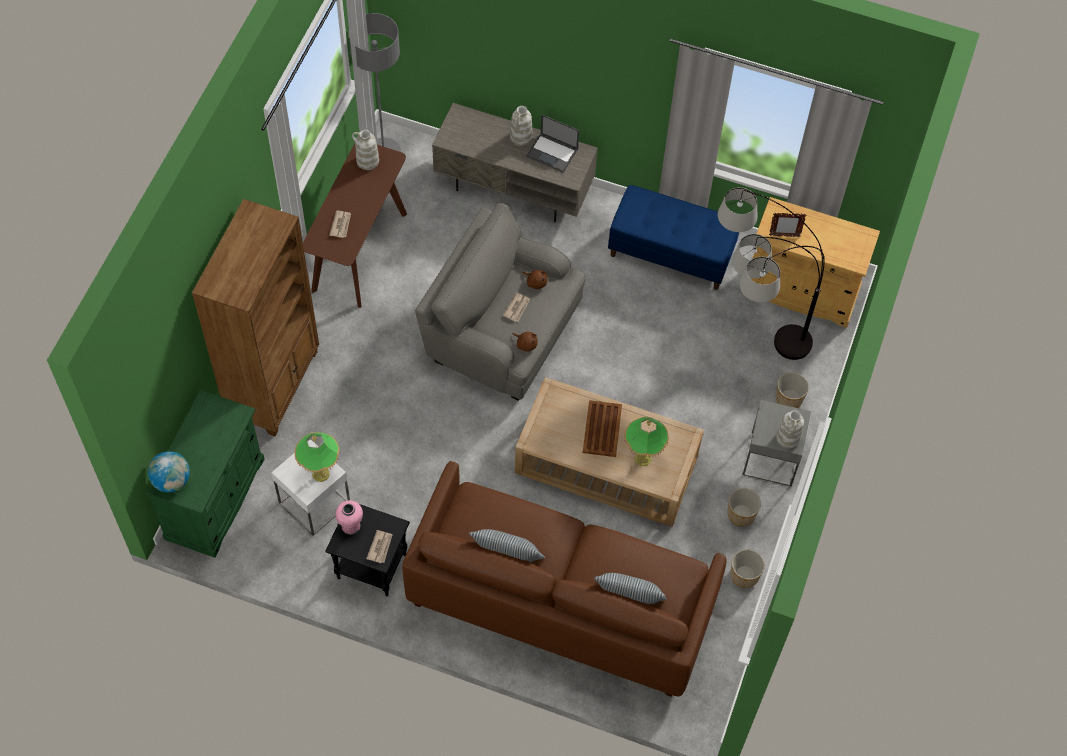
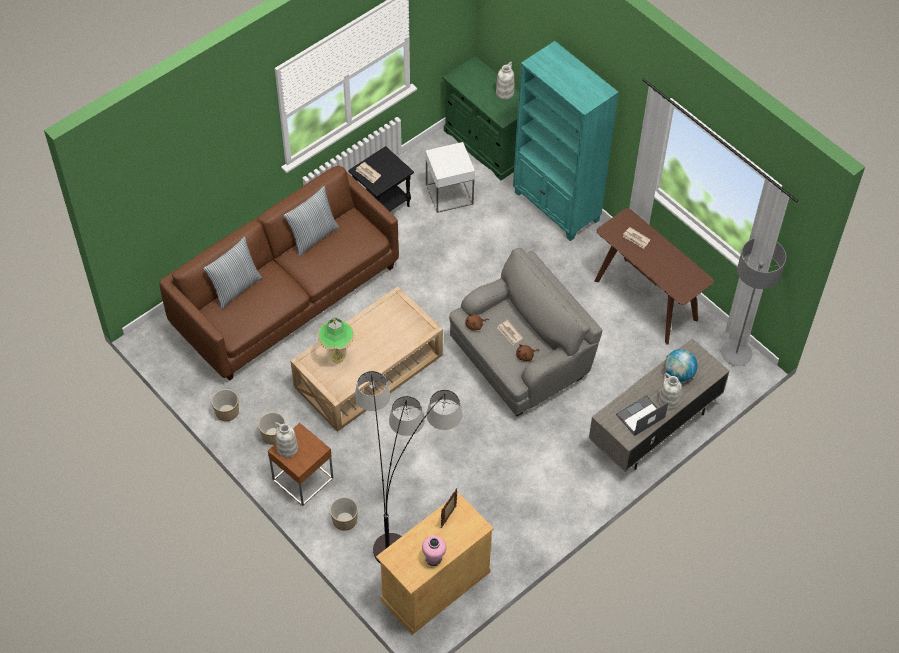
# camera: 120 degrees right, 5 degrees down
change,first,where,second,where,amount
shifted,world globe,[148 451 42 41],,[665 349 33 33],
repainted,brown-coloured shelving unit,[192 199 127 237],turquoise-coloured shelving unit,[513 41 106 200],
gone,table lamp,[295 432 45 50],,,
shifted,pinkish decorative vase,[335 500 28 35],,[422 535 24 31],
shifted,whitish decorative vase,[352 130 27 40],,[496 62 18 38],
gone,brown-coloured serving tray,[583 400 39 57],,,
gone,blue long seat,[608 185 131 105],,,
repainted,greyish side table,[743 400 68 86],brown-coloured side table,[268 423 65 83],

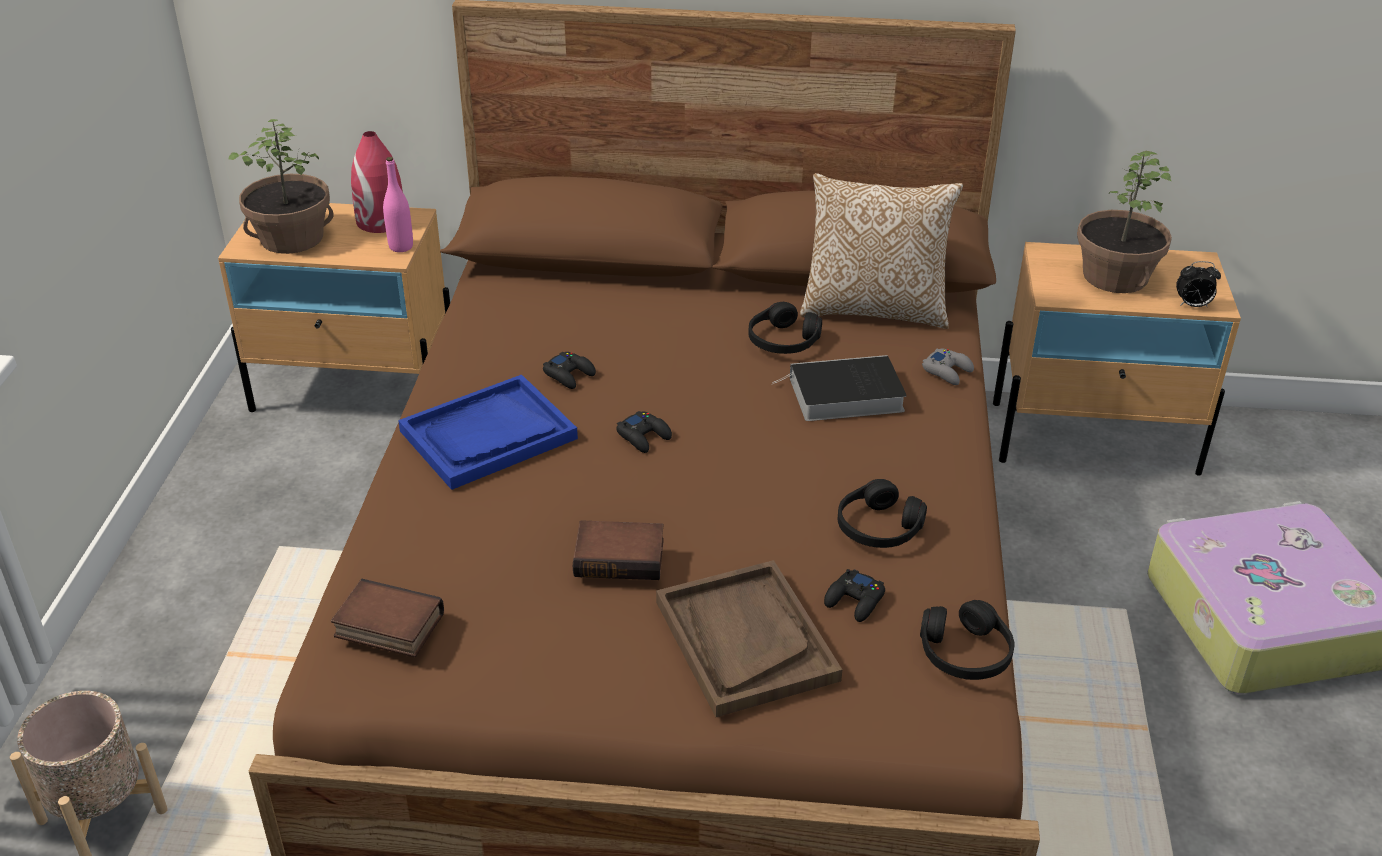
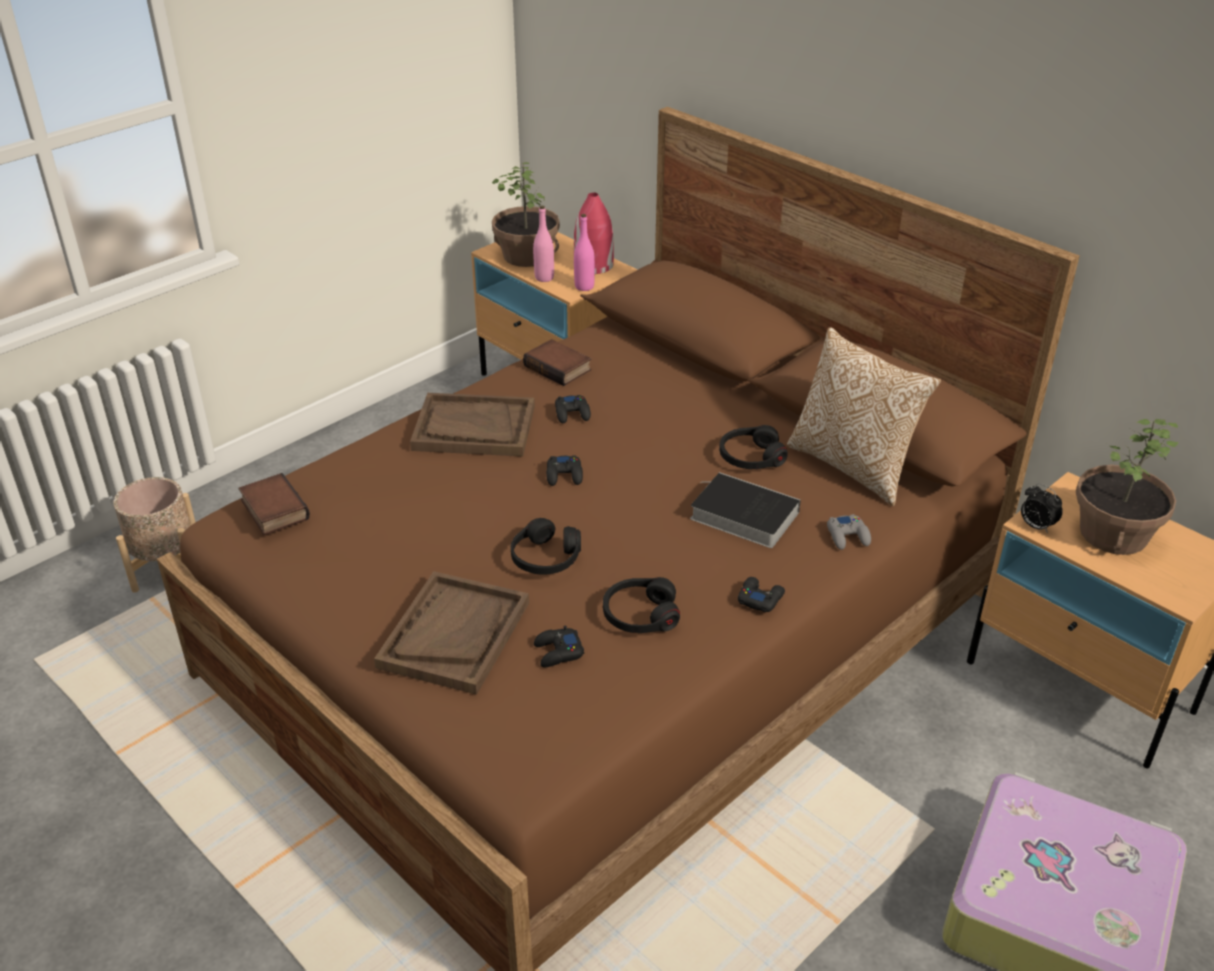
# camera: 40 degrees right, 0 degrees up
change,first,where,second,where,amount
repainted,blue serving tray,[398 375 180 115],brown-coloured serving tray,[410 393 125 63],
shifted,book,[573 520 91 60],,[523 339 68 47],
shifted,black-coloured headphones,[920 600 95 80],,[511 518 70 57],
shifted,bedside clock,[1176 261 45 46],,[1021 484 42 49],
new,,,pinkish beverage bottle,[533 206 21 76],
new,,,black-coloured gamepad,[738 577 47 35],

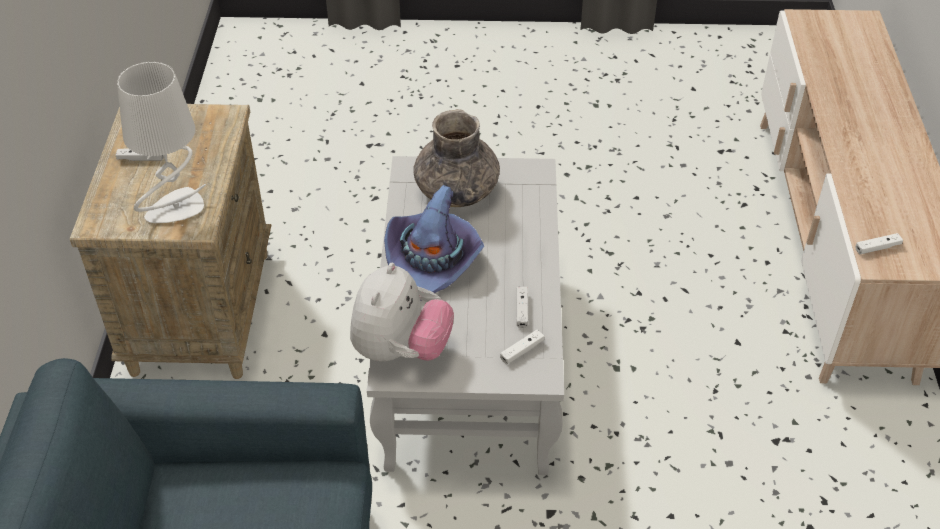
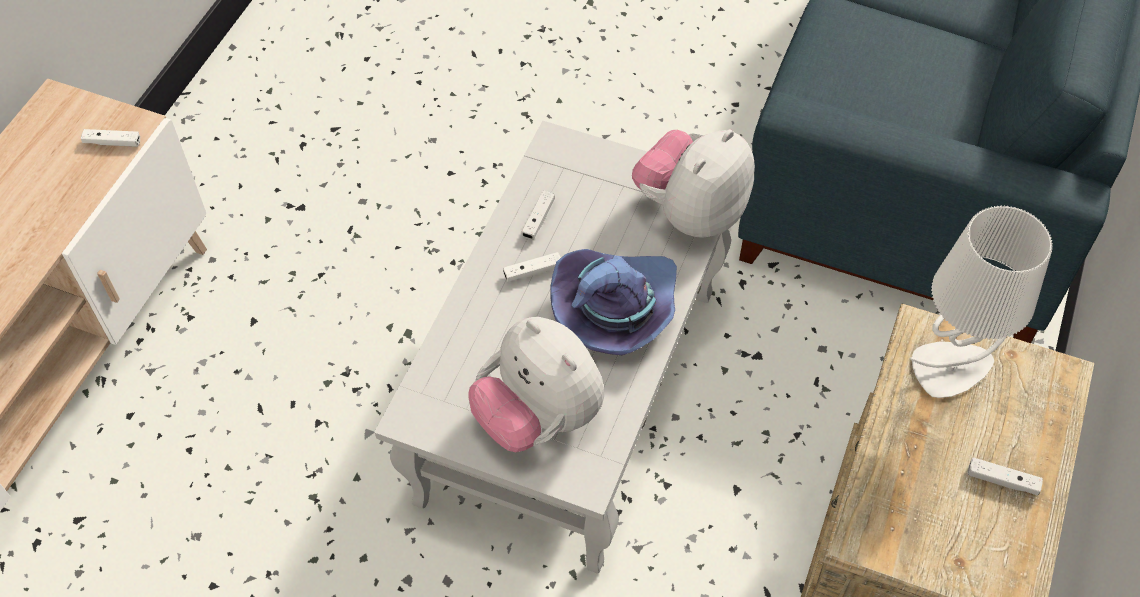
# camera: 160 degrees left, 10 degrees up
change,first,where,second,where,amount
swapped,greyish decorative vase,[413 109 87 98],plush toy,[468 317 136 135],
shifted,whitish gamepad,[500 330 44 34],,[503 252 58 30],

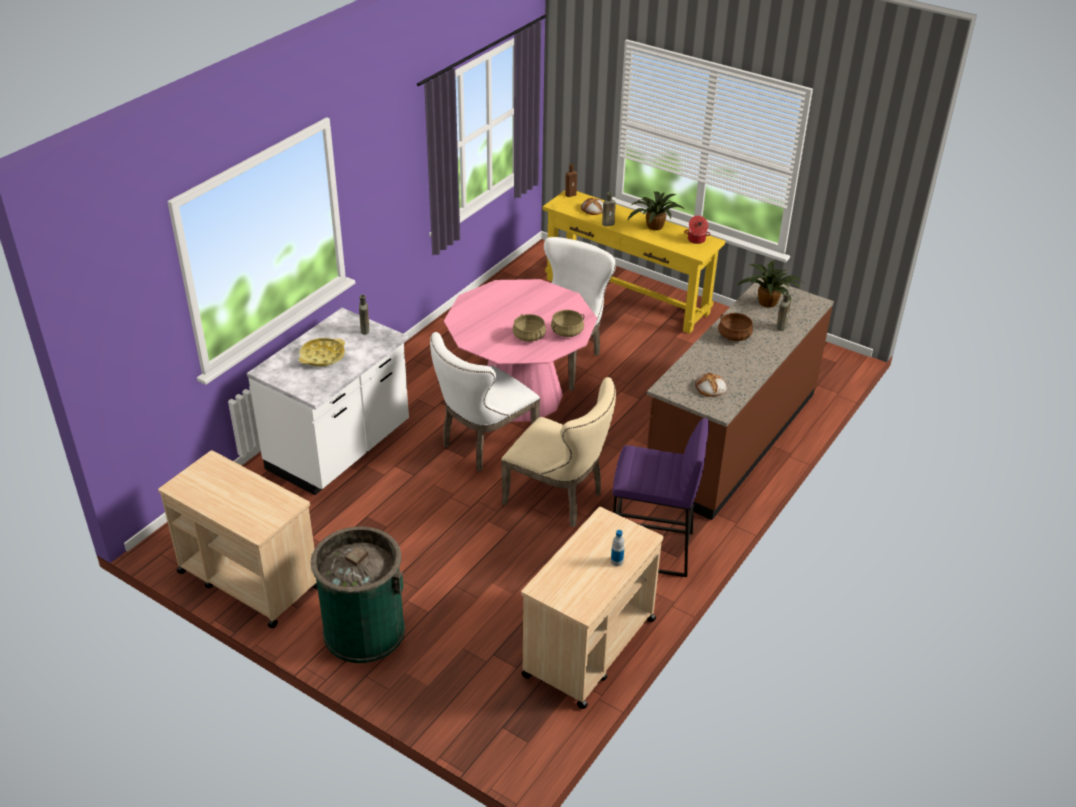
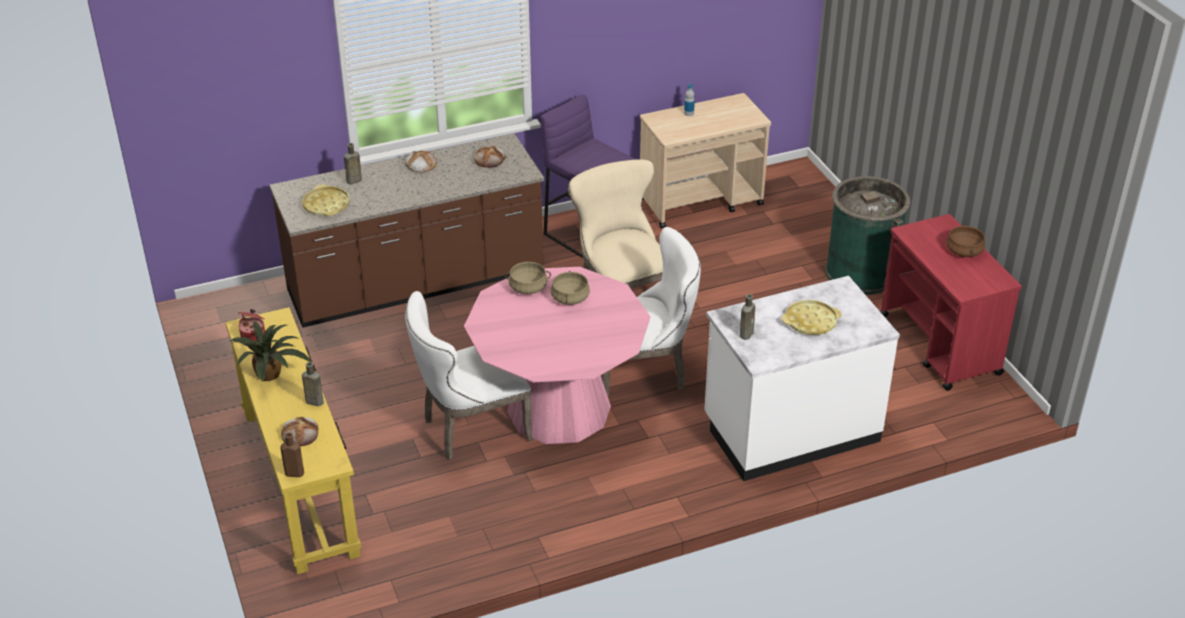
# camera: 145 degrees left, 0 degrees up
change,first,where,second,where,amount
repainted,beige-coloured trolley,[158 450 160 178],reddish trolley,[880 214 142 177],
shifted,brown-coloured saucepot,[718 313 35 28],,[946 225 39 32],
swapped,houseplant,[737 261 66 47],yellow-coloured serving tray,[302 184 48 32],
new,,,bakery bread,[405 151 32 22],

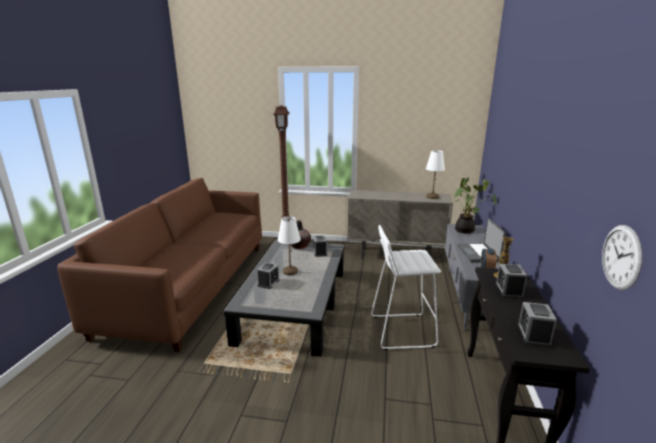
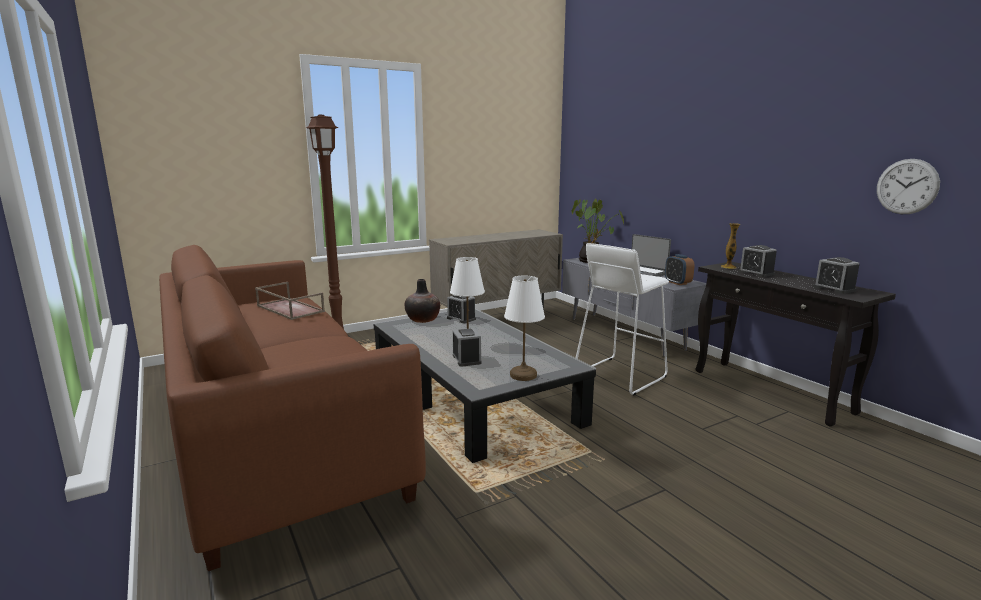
# camera: 40 degrees left, 5 degrees down
change,first,where,second,where,amount
shifted,whitish table lamp,[426 150 19 49],,[504 276 41 105],
new,,,brown-coloured serving tray,[255 282 70 38],

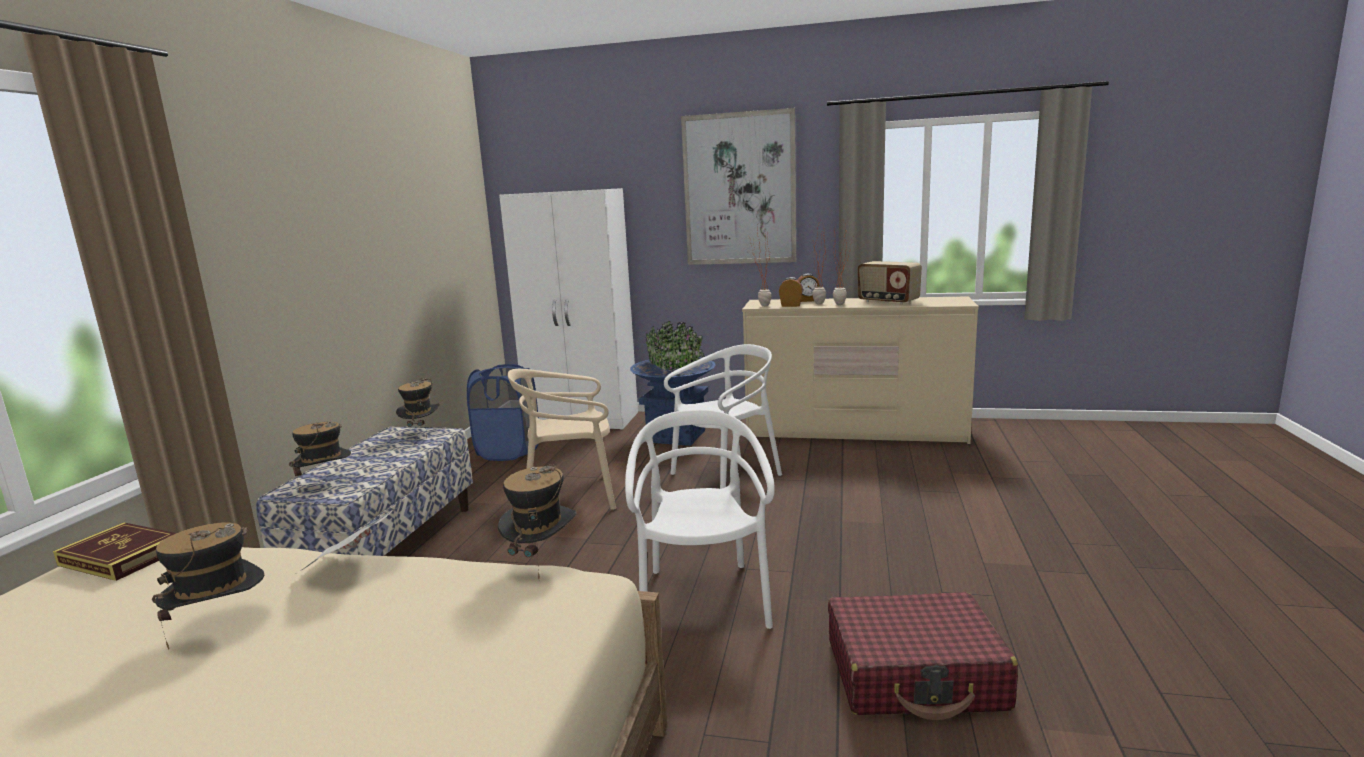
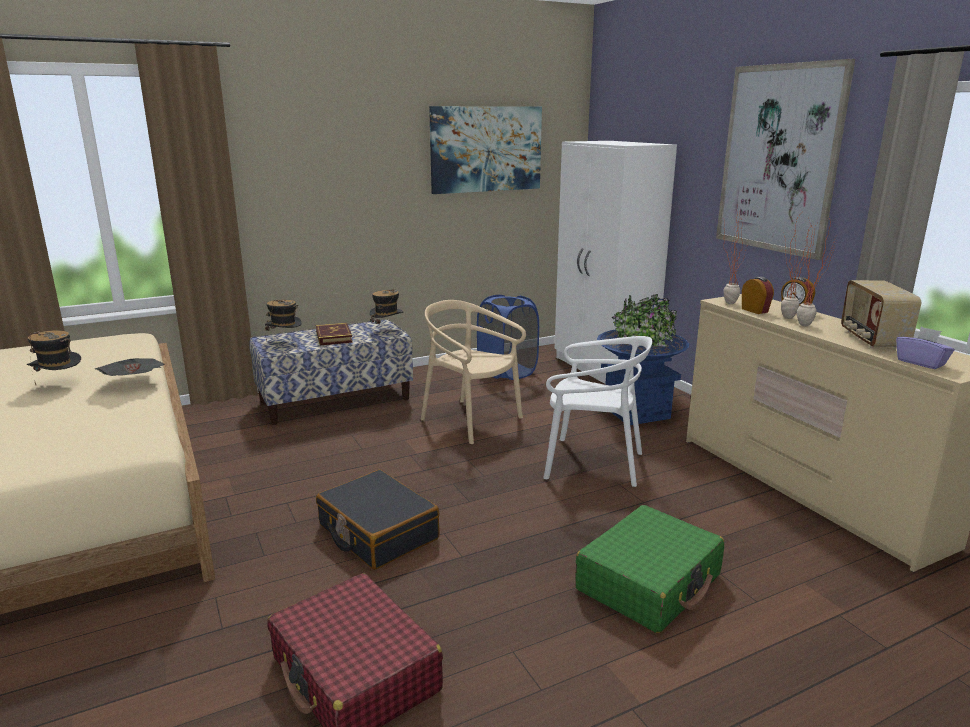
# camera: 50 degrees right, 5 degrees up
change,first,where,second,where,amount
shifted,book,[53 522 123 59],,[316 323 37 22],
gone,hat,[498 464 79 115],,,
swapped,whitish chair,[625 410 150 219],black-coloured piece of luggage,[316 469 124 101],
new,,,picture,[429 106 113 88],
new,,,green-coloured piece of luggage,[575 505 149 128],
new,,,purple-coloured tissue holder,[896 327 59 42],

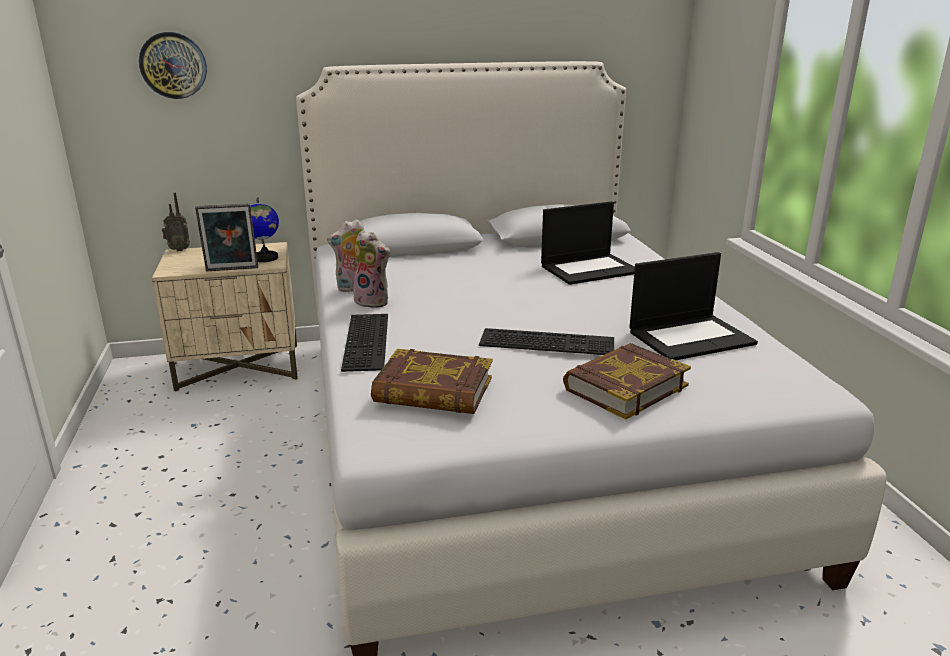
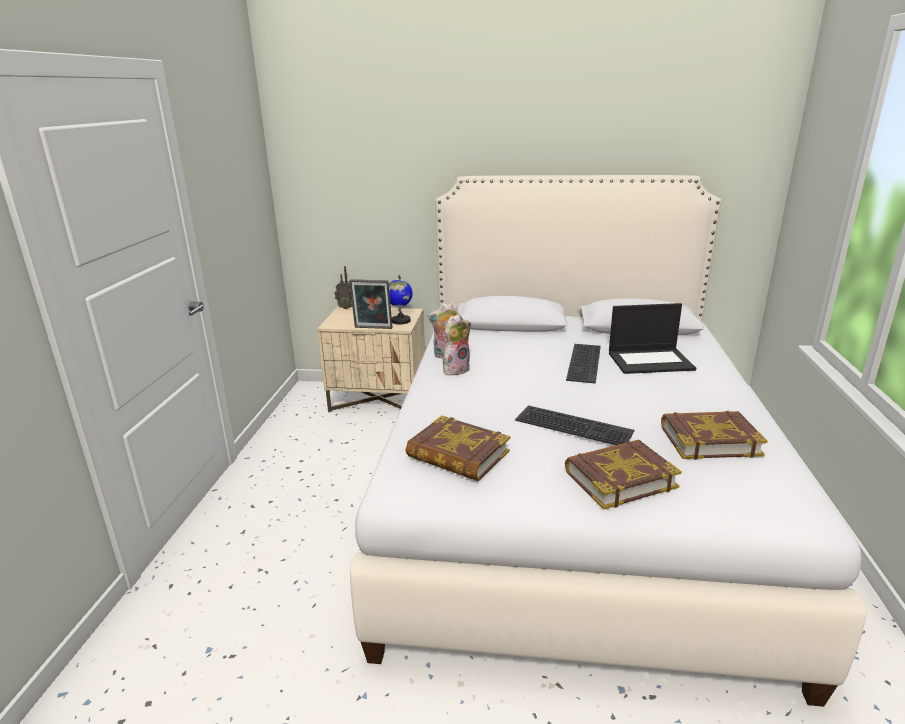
# camera: 20 degrees right, 0 degrees up
change,first,where,second,where,amount
gone,hanging clock,[139 32 68 67],,,
shifted,computer keyboard,[341 314 47 58],,[566 344 35 40],
rotated,plush toy,[353 230 37 78],,[443 314 28 61],90 degrees counterclockwise
swapped,portable computer,[629 252 129 108],book,[661 411 107 49],

